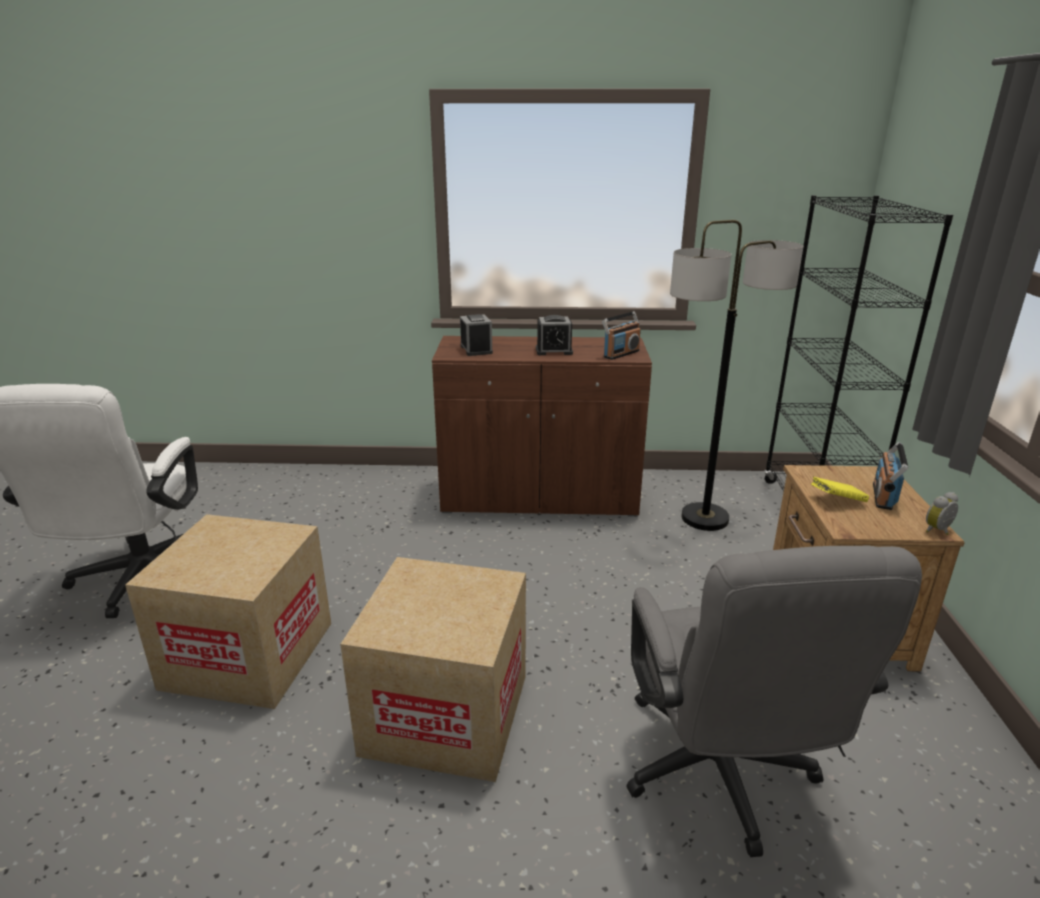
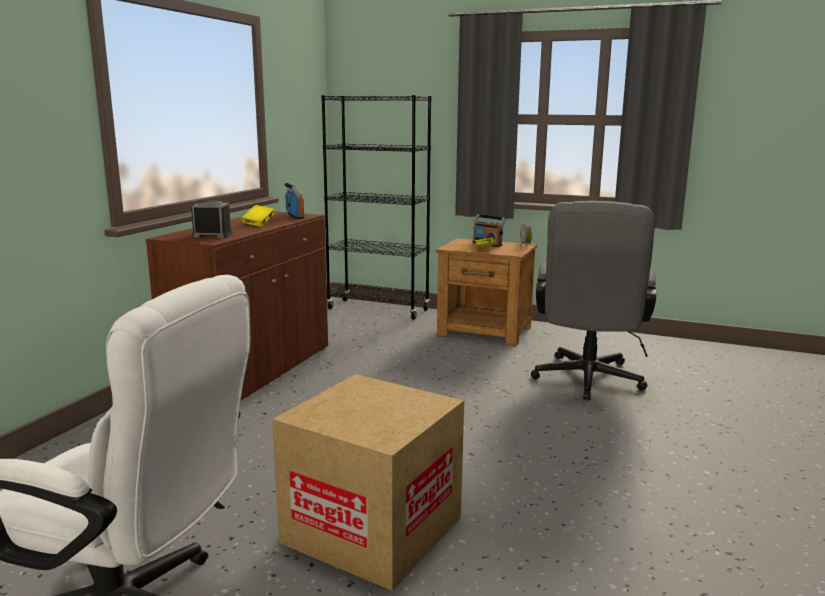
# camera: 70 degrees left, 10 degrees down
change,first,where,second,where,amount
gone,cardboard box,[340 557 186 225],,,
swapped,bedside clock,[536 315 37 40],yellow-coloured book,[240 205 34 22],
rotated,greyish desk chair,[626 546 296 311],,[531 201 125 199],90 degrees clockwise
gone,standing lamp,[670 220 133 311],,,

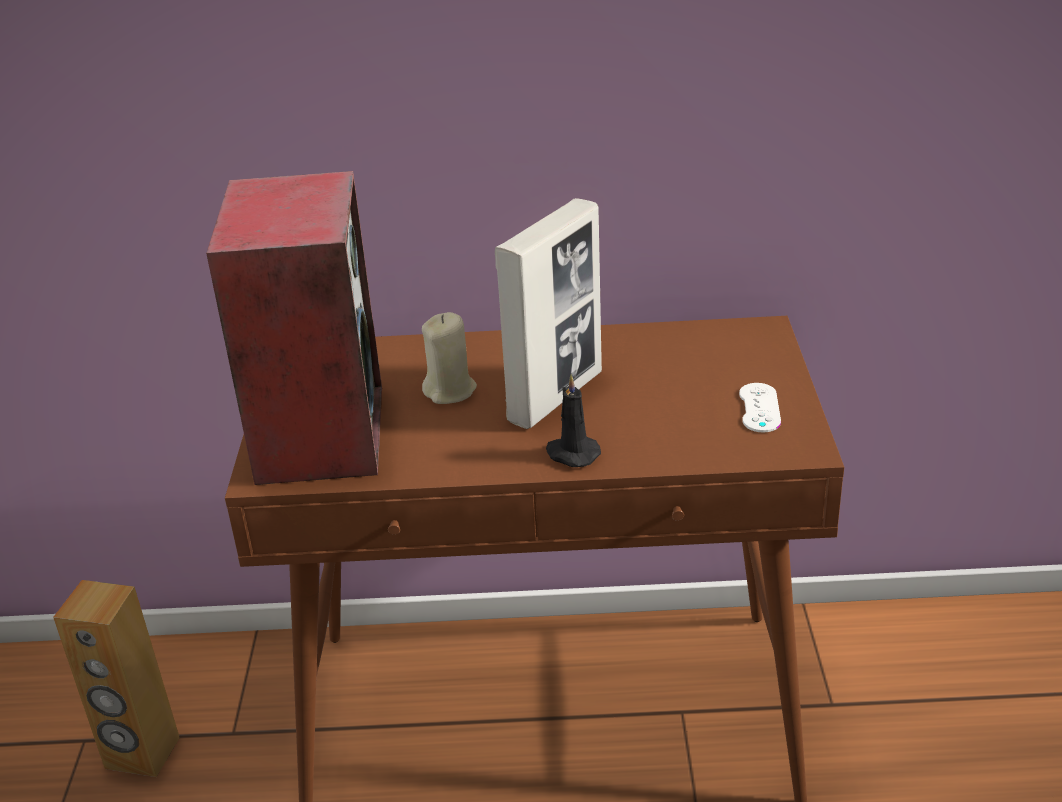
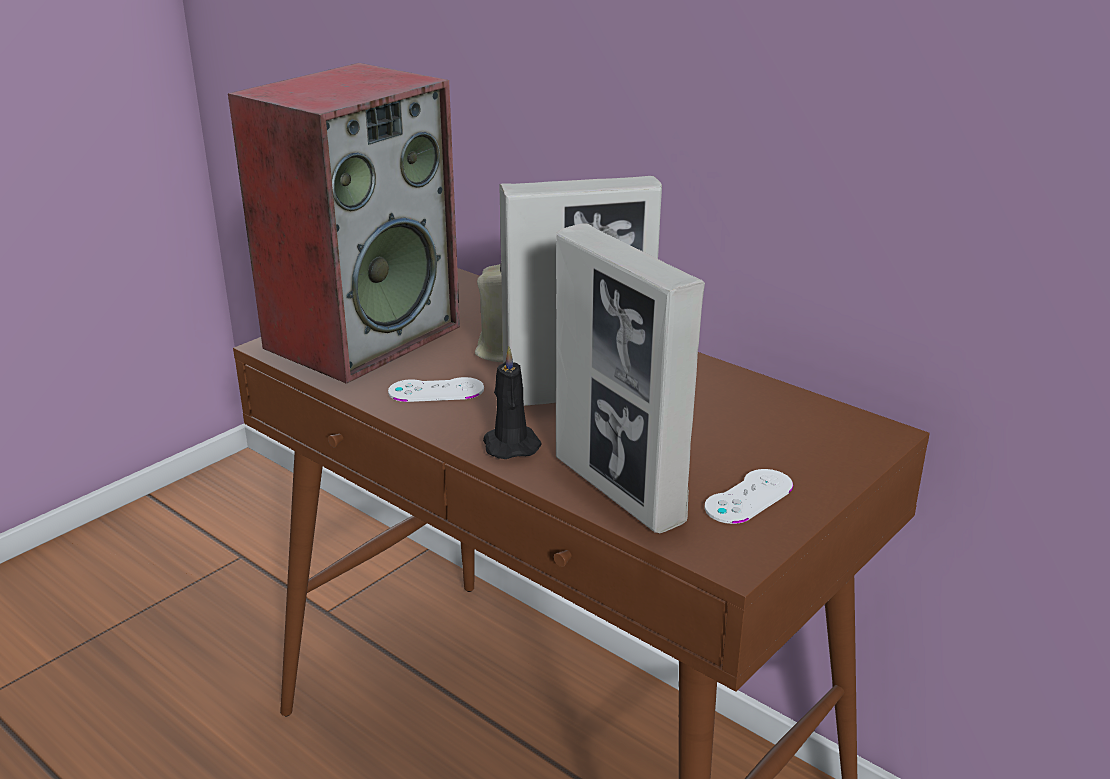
# camera: 40 degrees right, 5 degrees down
change,first,where,second,where,amount
gone,brown-coloured audio speaker,[53 580 127 197],,,
new,,,whitish gamepad,[388 377 96 25],
new,,,photo frame,[556 223 149 310],

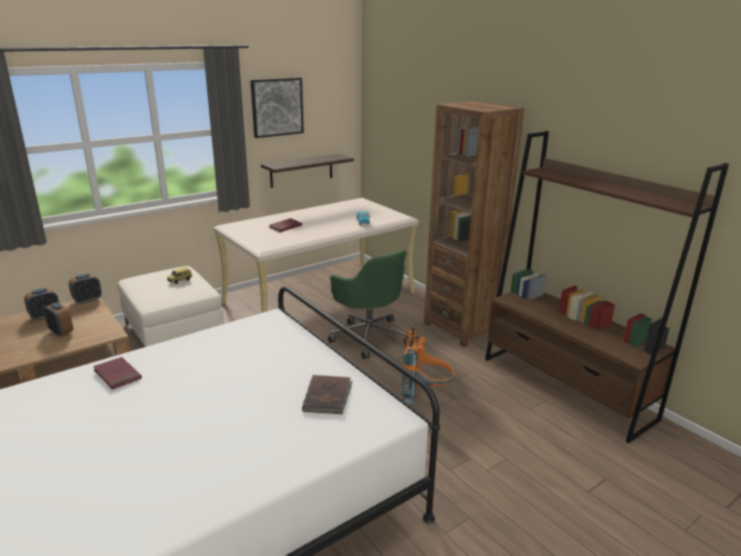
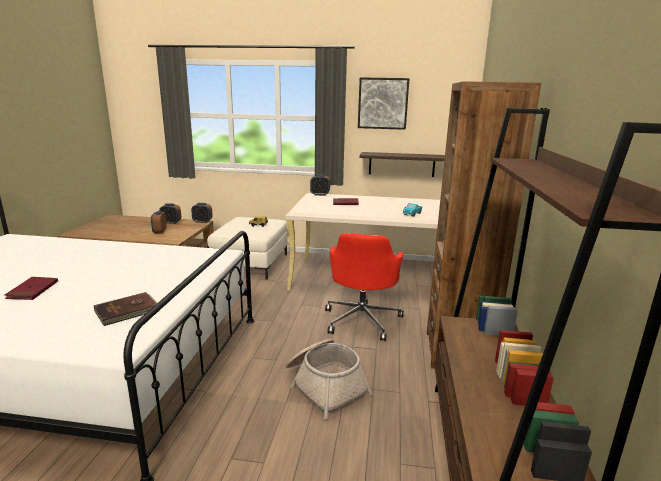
# camera: 45 degrees right, 5 degrees down
change,first,where,second,where,amount
shifted,reddish book,[93 357 49 33],,[5 277 53 23],
repainted,green-coloured desk chair,[328 250 79 109],reddish desk chair,[325 233 79 108],
swapped,orange-coloured knapsack,[401 327 54 76],storage basket,[286 339 87 81],
new,,,bedside clock,[310 174 20 22],

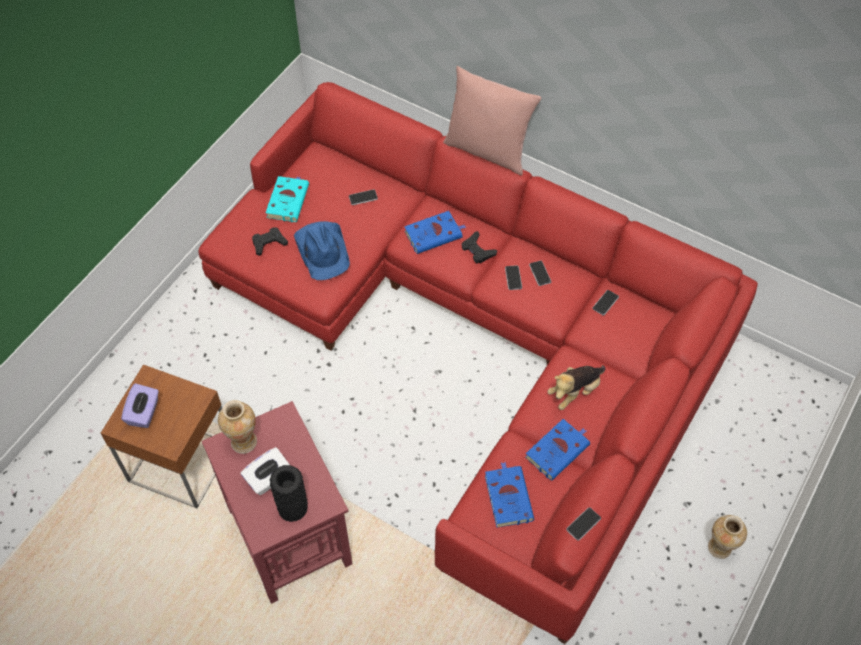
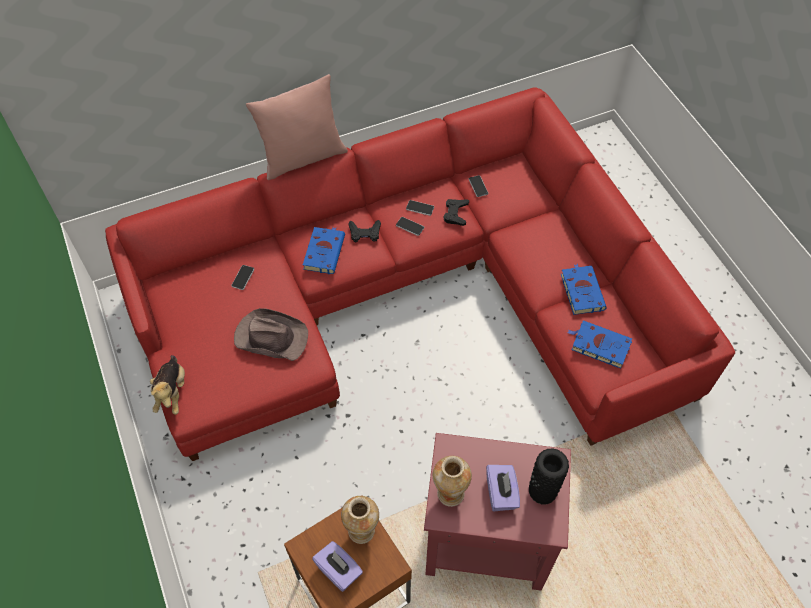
# camera: 55 degrees left, 0 degrees up
change,first,where,second,where,amount
repainted,whitish tissue holder,[241 447 50 48],purple-coloured tissue holder,[486 465 34 46],
shifted,black-coloured gamepad,[252 227 36 29],,[444 199 25 27],
gone,turquoise-coloured book,[266 176 43 46],,,
repainted,blue hat,[294 221 56 59],brown-coloured hat,[234 308 74 53],
shifted,plush toy,[547 365 58 45],,[150 355 35 60],
gone,handset,[566 507 35 34],,,
shifted,decorative vase,[708 515 39 44],,[341 496 38 48],

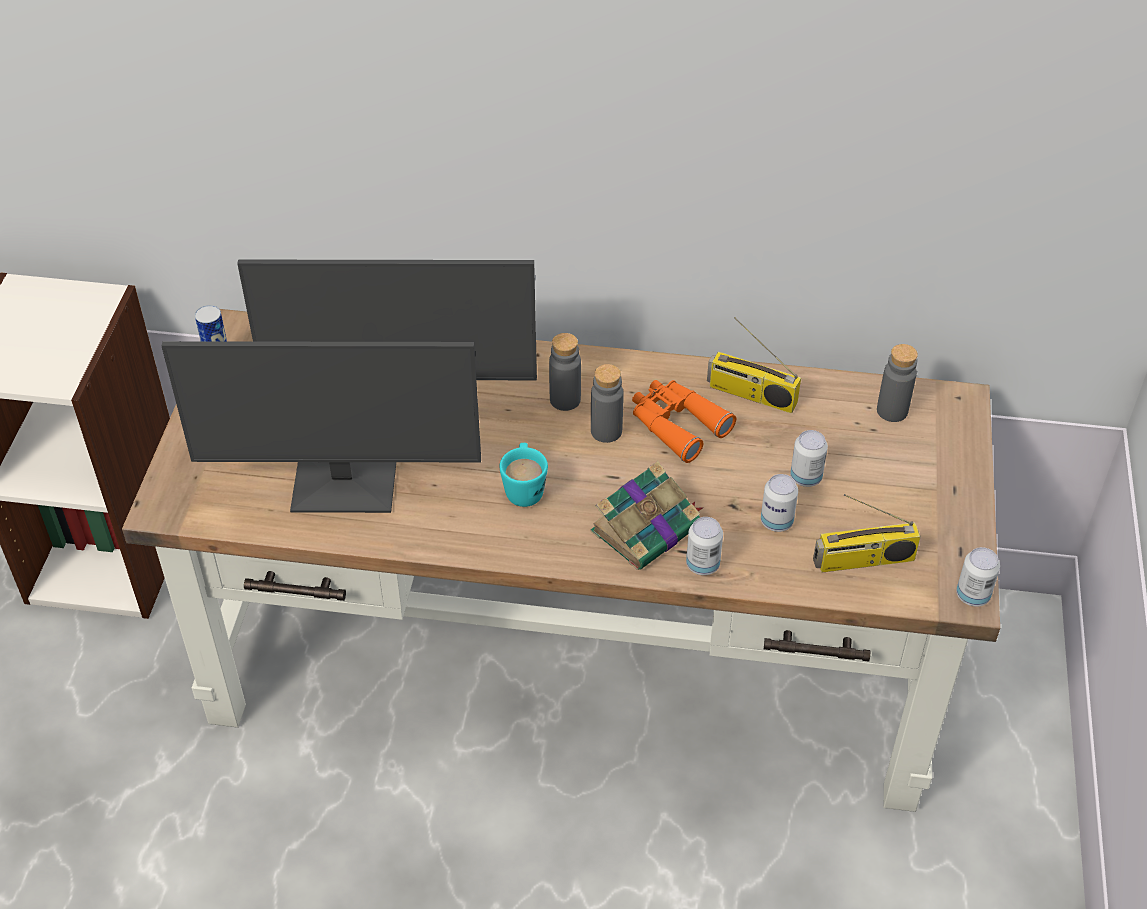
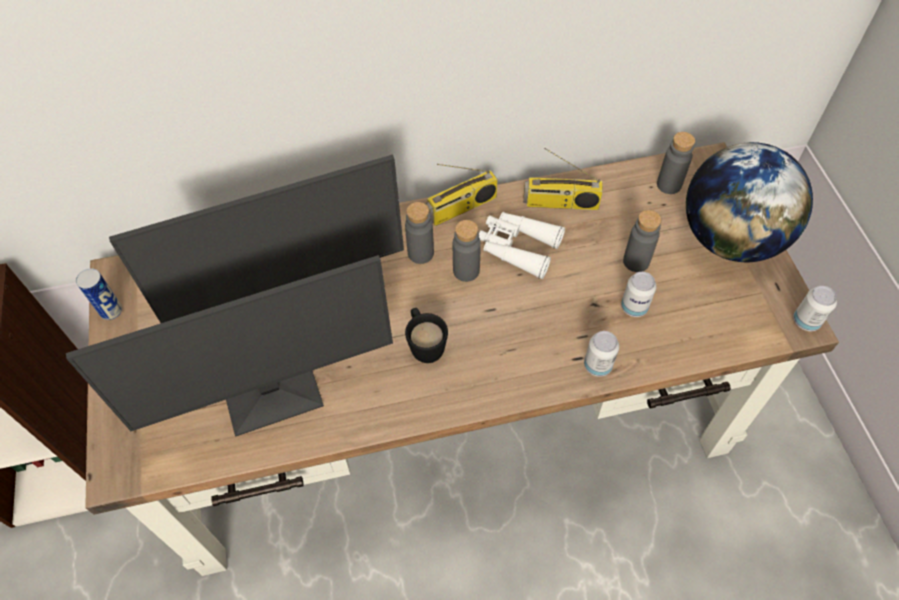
# camera: 20 degrees left, 10 degrees up
change,first,where,second,where,amount
repainted,turquoise-coloured mug,[500 443 48 64],black-coloured mug,[405 308 43 55],
gone,book,[590 461 113 109],,,
repainted,orange-coloured field glasses,[632 380 104 83],whitish field glasses,[479 212 86 67],
swapped,can,[790 430 38 57],greyish beverage bottle,[623 210 39 62],
shifted,radio,[813 494 108 78],,[426 164 72 62],
new,,,world globe,[686 142 127 120],

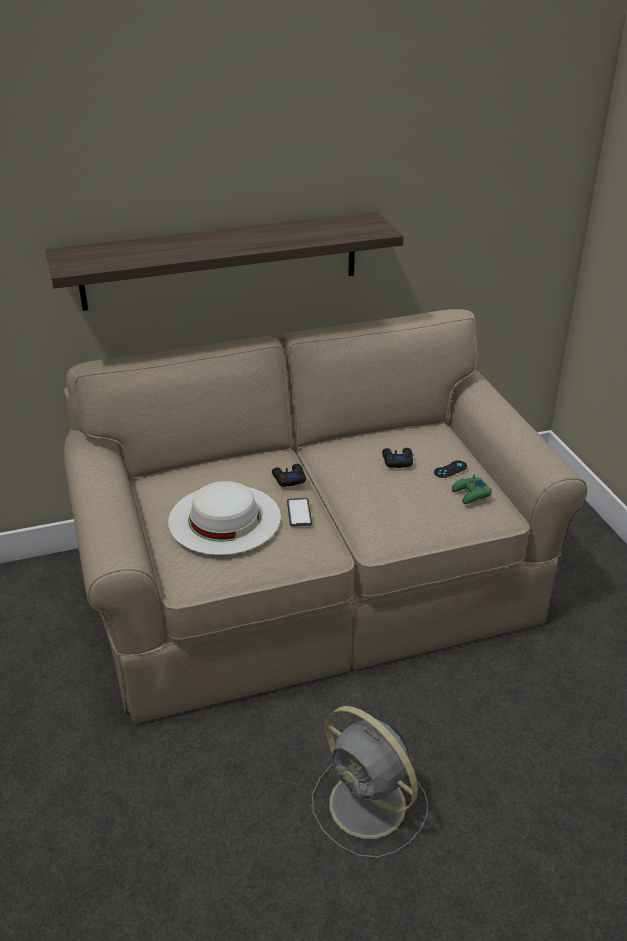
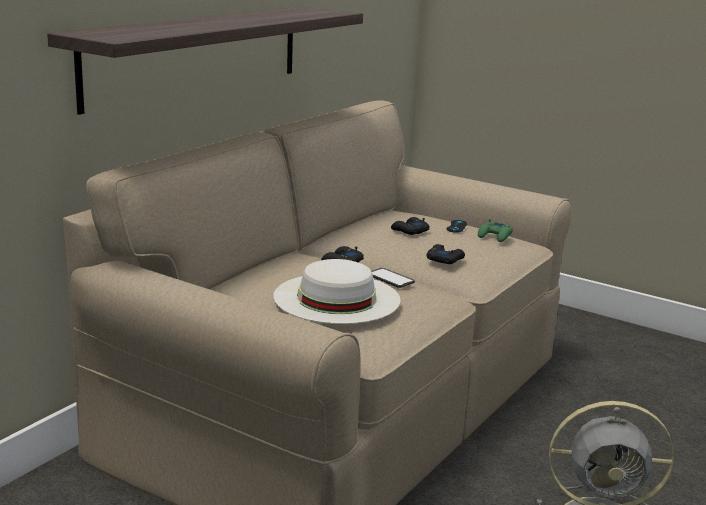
# camera: 40 degrees left, 15 degrees down
change,first,where,second,where,amount
new,,,black-coloured gamepad,[426 244 39 20],

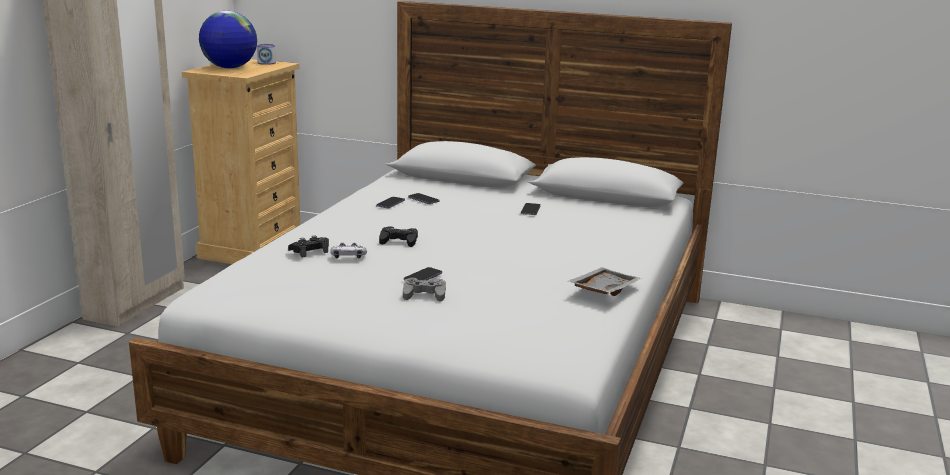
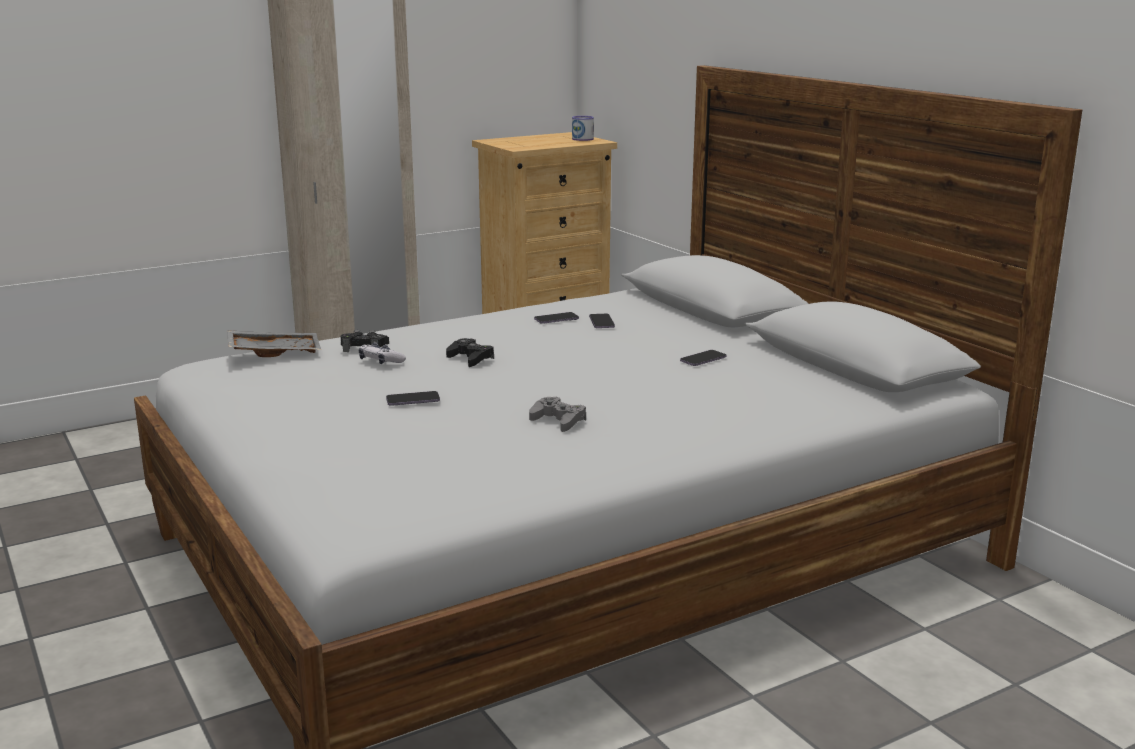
# camera: 40 degrees right, 0 degrees up
change,first,where,second,where,amount
gone,world globe,[199 11 58 58],,,
shifted,greyish gamepad,[403 278 43 24],,[529 397 57 35],
shifted,greyish serving tray,[569 267 73 29],,[227 330 94 27],

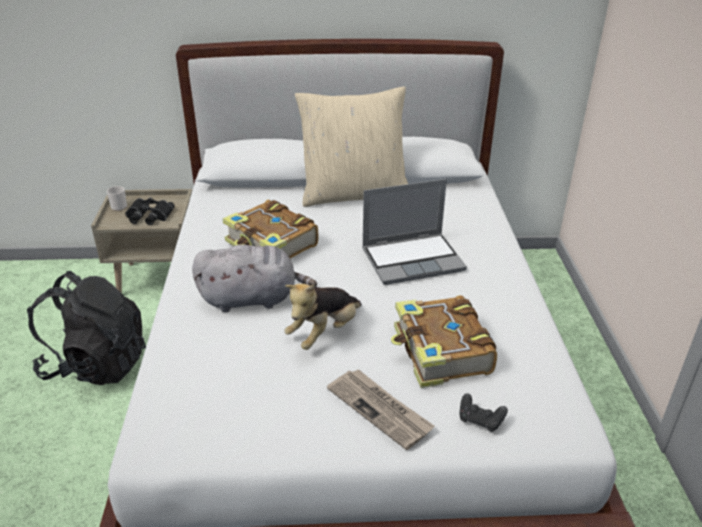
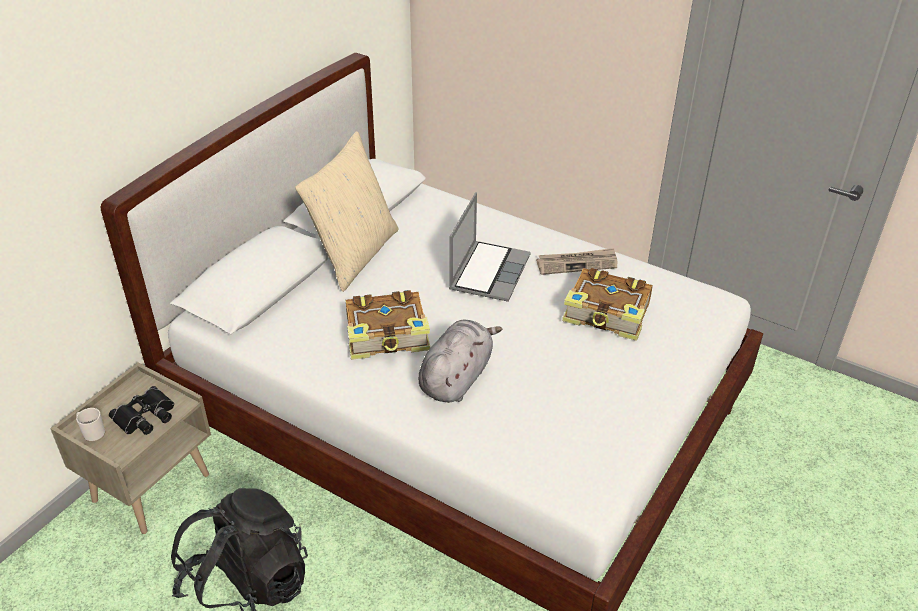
# camera: 55 degrees left, 5 degrees up
change,first,where,second,where,amount
gone,plush toy,[284 283 78 67],,,
shifted,daily paper,[327 369 108 81],,[536 248 82 27],
gone,black-coloured gamepad,[459 393 49 39],,,

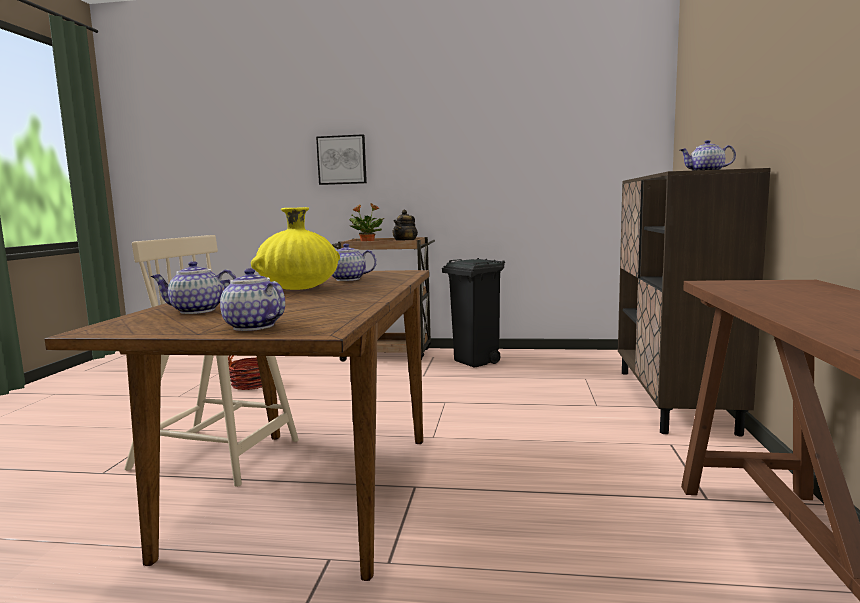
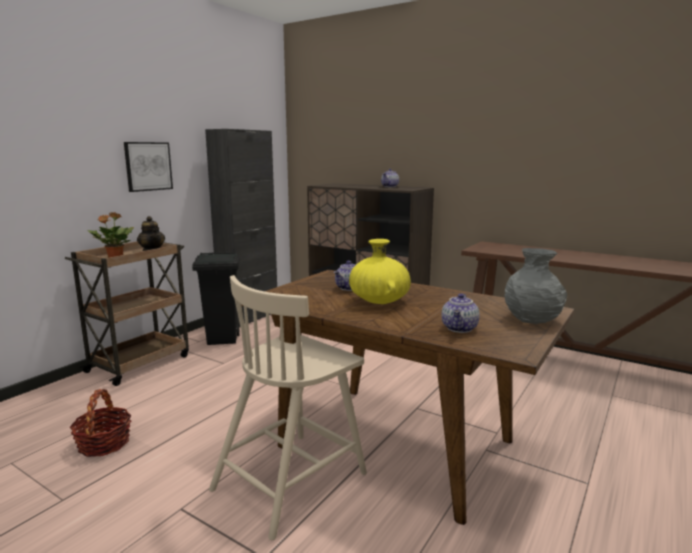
# camera: 65 degrees left, 5 degrees up
change,first,where,second,where,amount
swapped,teapot,[220 268 65 63],greyish decorative vase,[504 248 63 76],
shifted,picture,[316 134 51 51],,[124 142 49 50],
new,,,black-coloured cupboard,[205 129 72 199],

